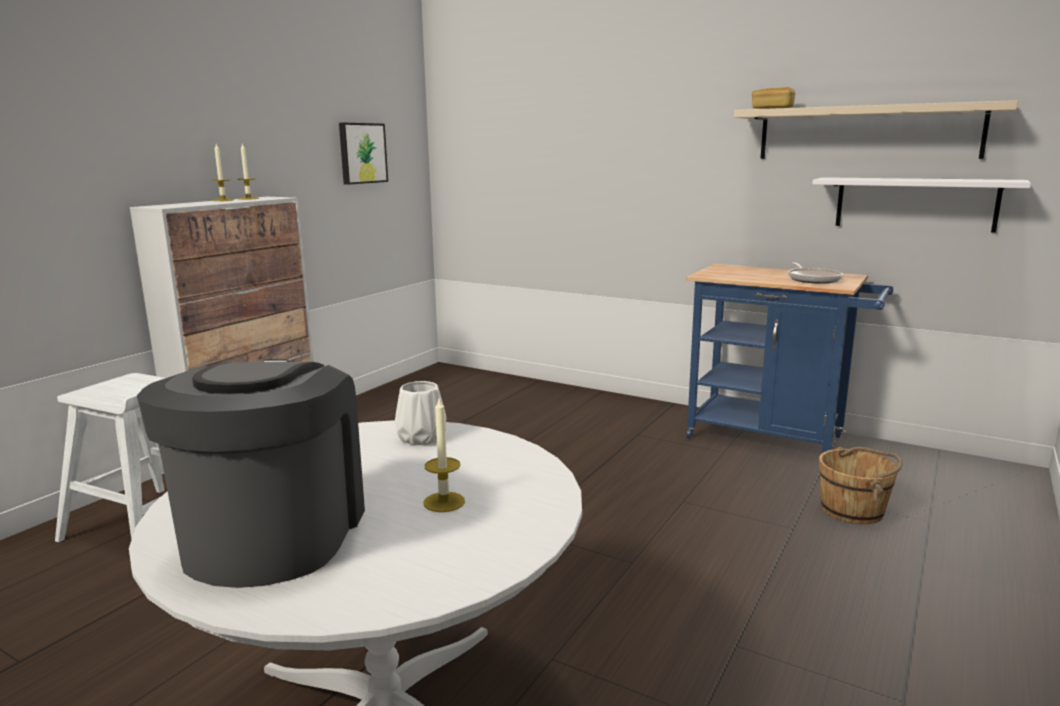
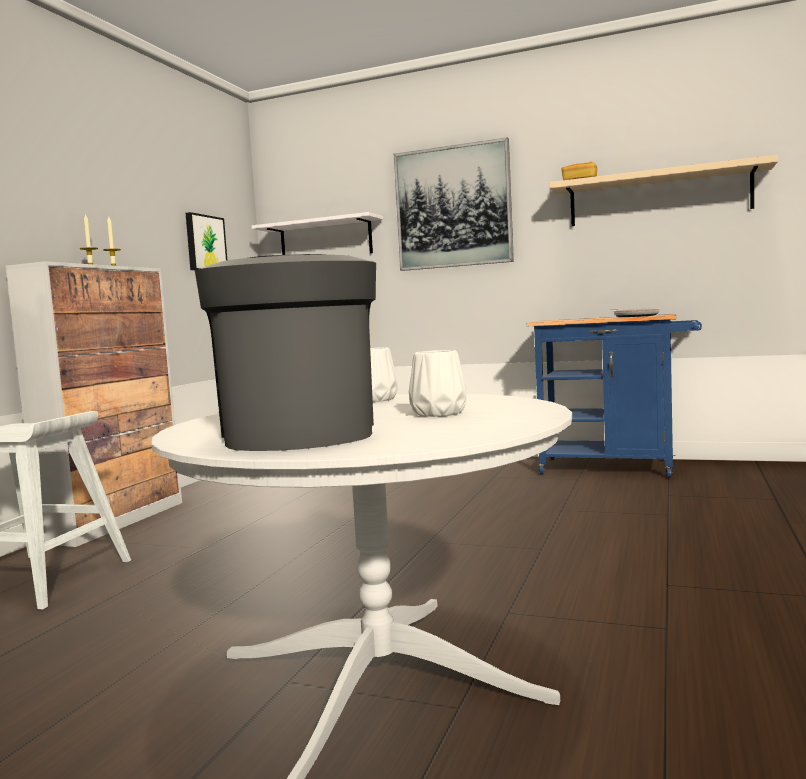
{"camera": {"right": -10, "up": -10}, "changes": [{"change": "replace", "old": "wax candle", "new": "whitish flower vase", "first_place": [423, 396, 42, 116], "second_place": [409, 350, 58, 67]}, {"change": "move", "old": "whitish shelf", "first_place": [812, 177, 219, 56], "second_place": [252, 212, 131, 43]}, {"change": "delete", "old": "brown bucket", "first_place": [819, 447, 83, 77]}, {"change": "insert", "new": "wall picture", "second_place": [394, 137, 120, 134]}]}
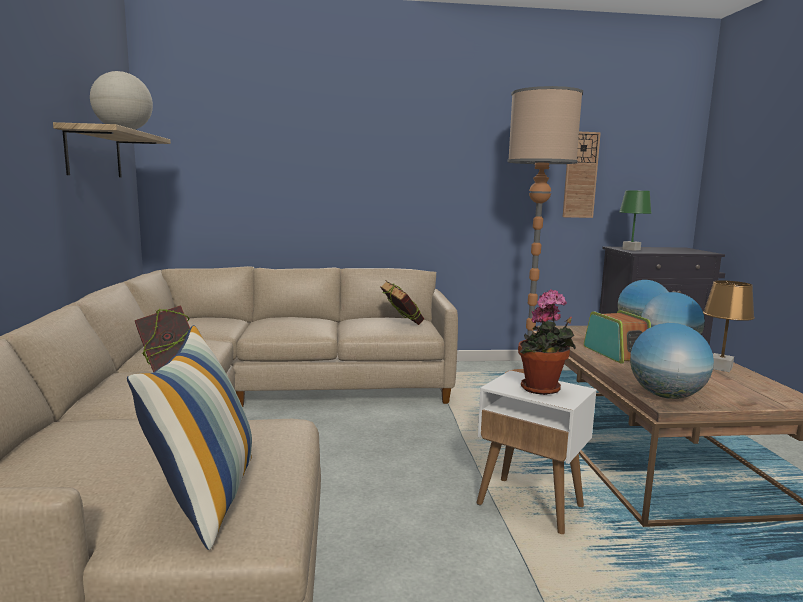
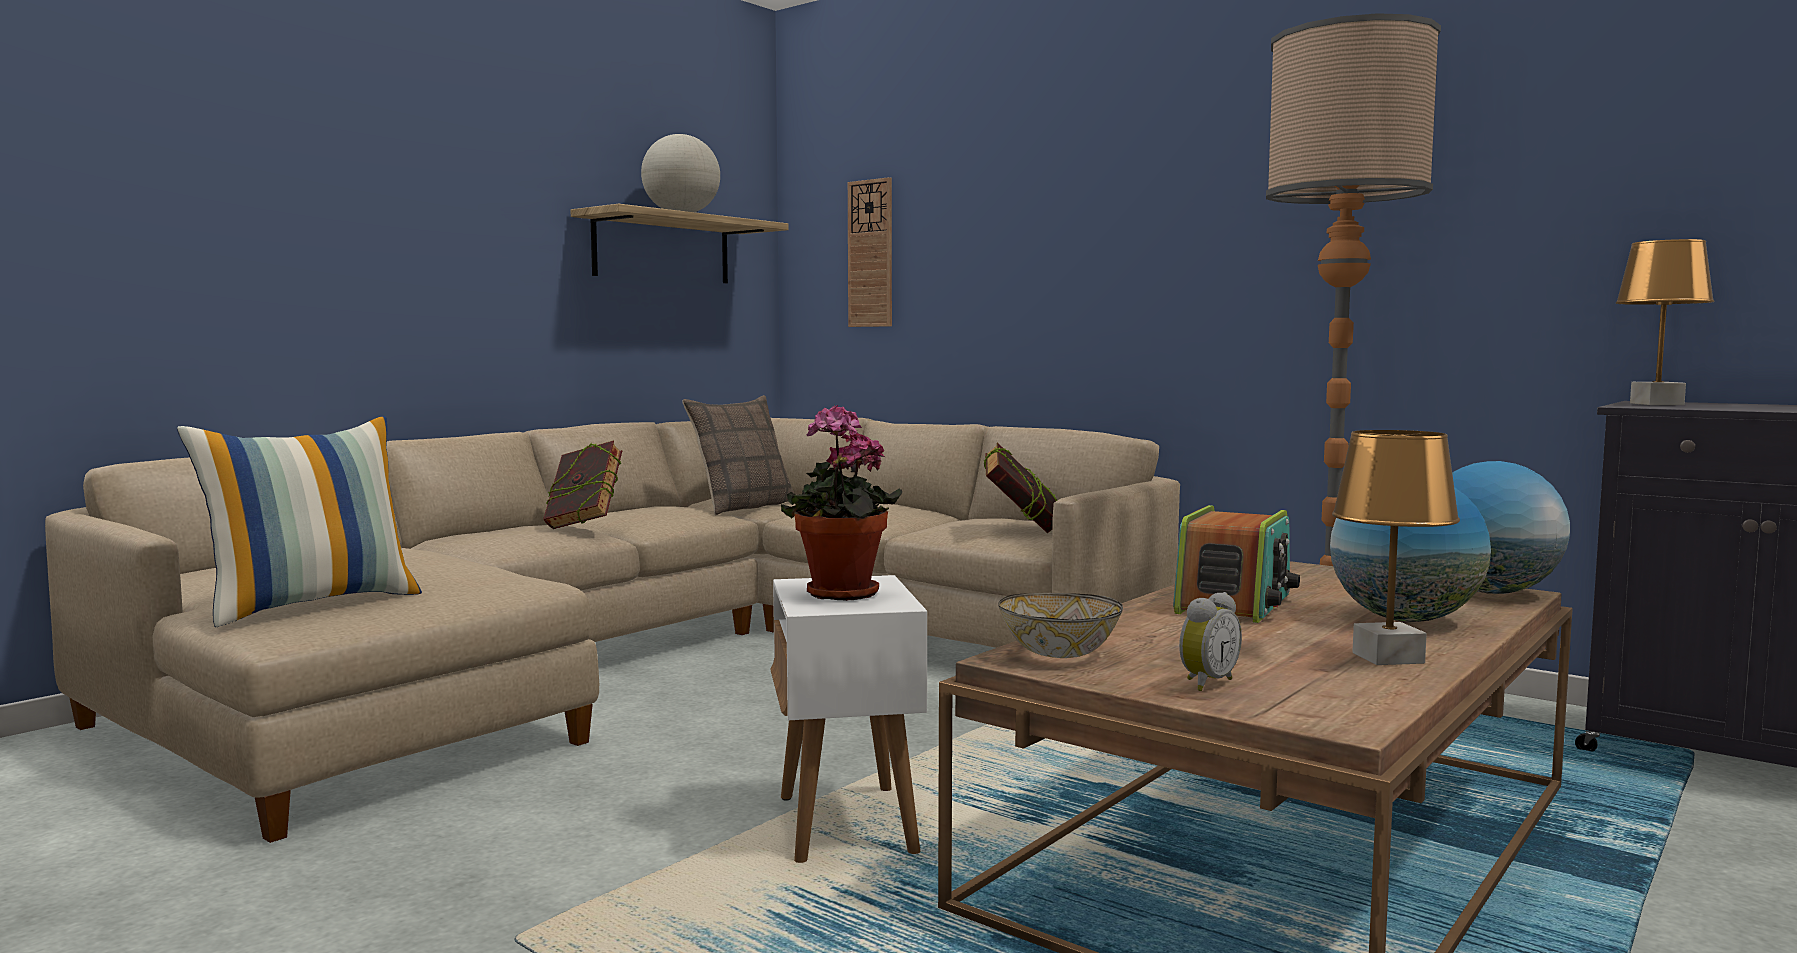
{"camera": {"right": 45, "up": -5}, "changes": [{"change": "move", "old": "wall clock", "first_place": [563, 132, 38, 86], "second_place": [848, 177, 44, 150]}, {"change": "recolor", "old": "greenish table lamp", "new": "brown table lamp", "first_place": [619, 190, 32, 61], "second_place": [1616, 239, 98, 166]}, {"change": "replace", "old": "desk globe", "new": "serving bowl", "first_place": [630, 323, 84, 76], "second_place": [998, 593, 125, 65]}, {"change": "insert", "new": "pillow", "second_place": [682, 395, 112, 120]}, {"change": "insert", "new": "alarm clock", "second_place": [1179, 592, 63, 99]}]}
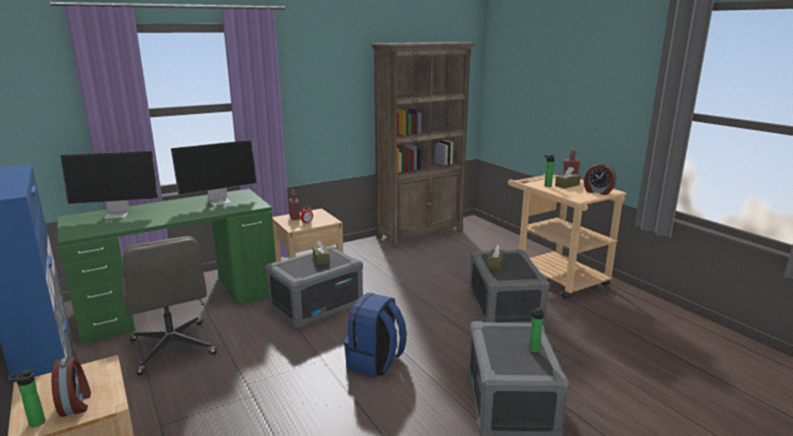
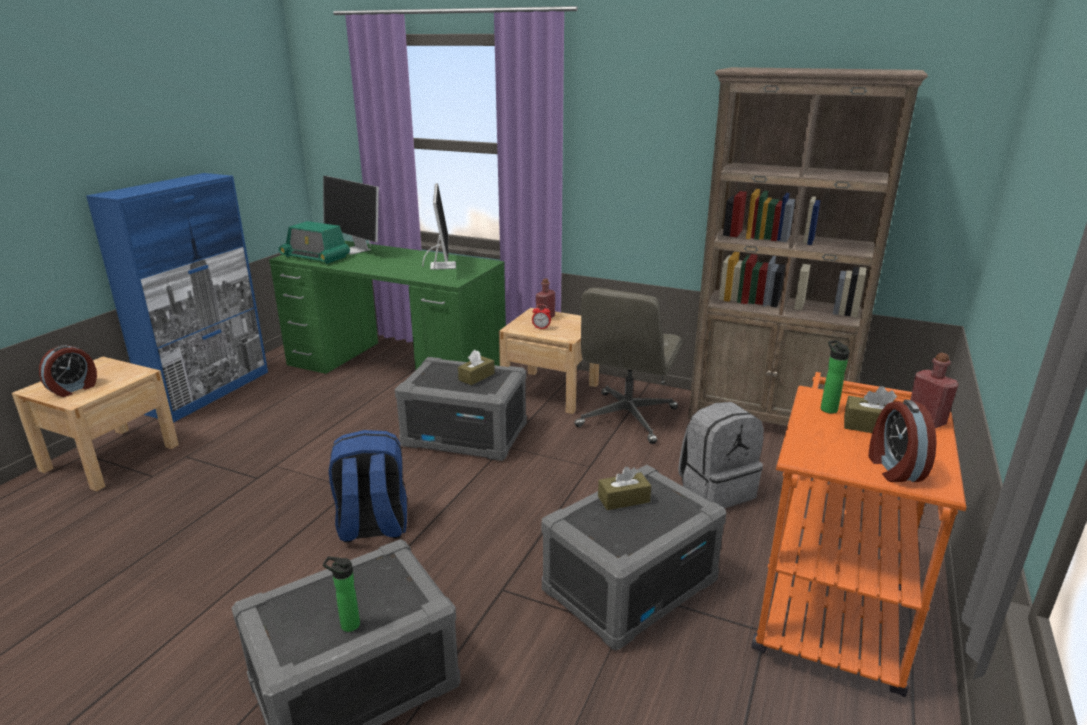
{"camera": {"right": 55, "up": 5}, "changes": [{"change": "delete", "old": "beverage bottle", "first_place": [8, 369, 37, 58]}, {"change": "move", "old": "grey computer chair", "first_place": [120, 236, 97, 139], "second_place": [574, 288, 108, 156]}, {"change": "rotate", "old": "computer screen", "first_place": [171, 140, 86, 66], "second_place": [422, 183, 34, 87], "degrees": -120}, {"change": "recolor", "old": "sand-coloured cart", "new": "orange cart", "first_place": [508, 173, 119, 126], "second_place": [751, 372, 216, 325]}, {"change": "insert", "new": "radio", "second_place": [279, 221, 71, 43]}, {"change": "insert", "new": "grey backpack", "second_place": [678, 402, 86, 106]}]}
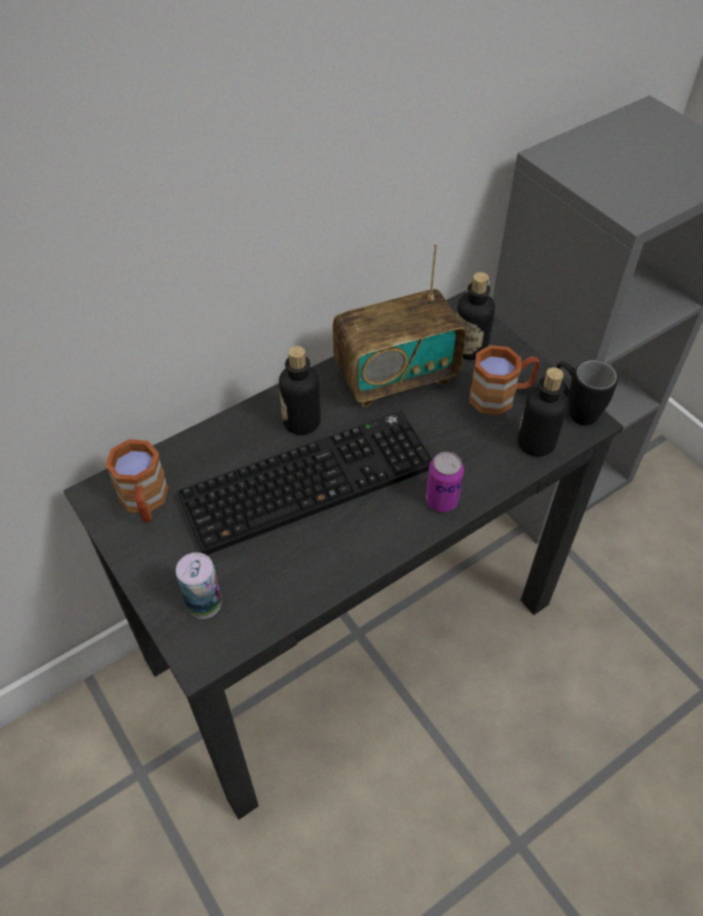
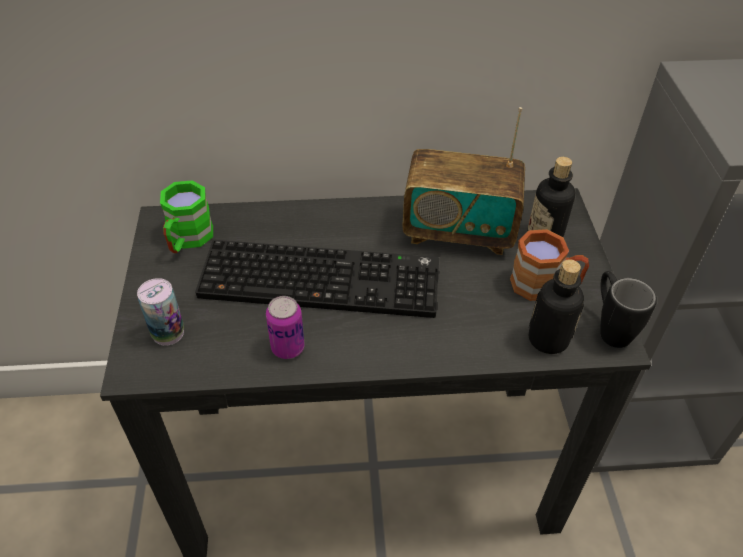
{"camera": {"right": 30, "up": -5}, "changes": [{"change": "recolor", "old": "brown tea mug", "new": "greenish tea mug", "first_place": [105, 439, 64, 84], "second_place": [160, 181, 53, 72]}, {"change": "delete", "old": "beverage bottle", "first_place": [279, 346, 42, 89]}, {"change": "move", "old": "can", "first_place": [426, 452, 38, 60], "second_place": [266, 296, 39, 63]}]}
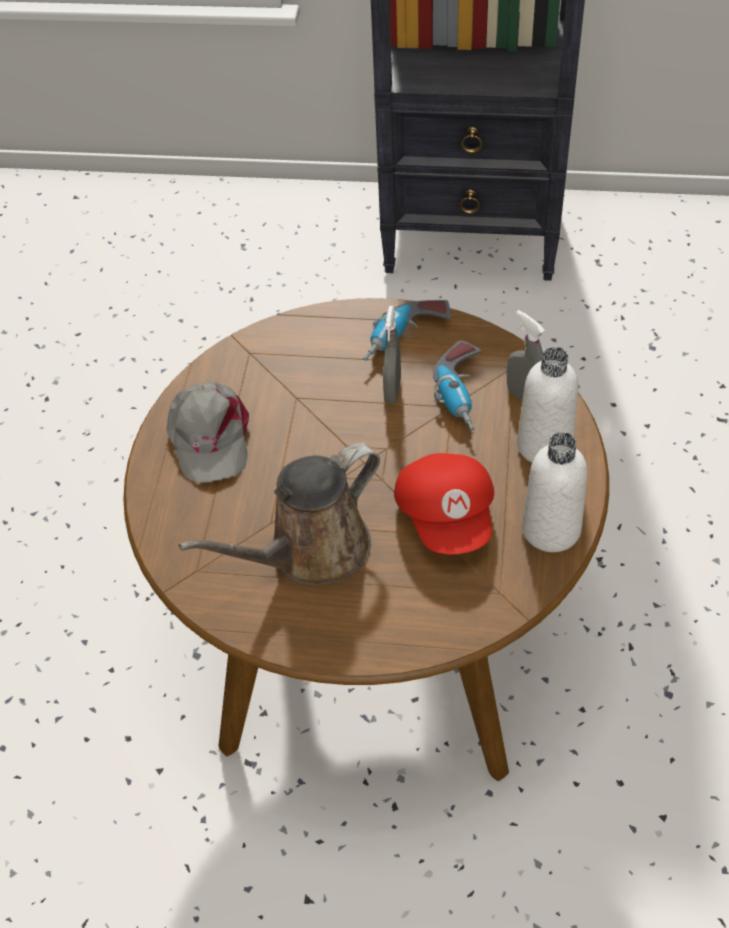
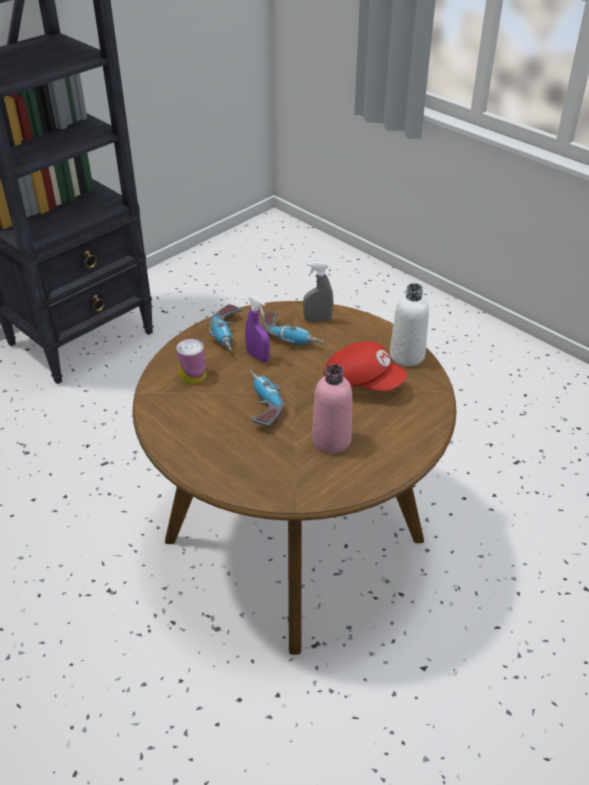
{"camera": {"right": -55, "up": -10}, "changes": [{"change": "delete", "old": "grey cap", "first_place": [166, 382, 83, 101]}, {"change": "replace", "old": "brown watering can", "new": "pink beverage bottle", "first_place": [179, 443, 201, 142], "second_place": [312, 364, 40, 90]}, {"change": "recolor", "old": "grey spray bottle", "new": "purplish spray bottle", "first_place": [383, 306, 18, 98], "second_place": [245, 296, 25, 66]}, {"change": "delete", "old": "whitish beverage bottle", "first_place": [517, 347, 62, 116]}, {"change": "insert", "new": "can", "second_place": [176, 339, 31, 45]}, {"change": "insert", "new": "drill", "second_place": [250, 370, 34, 56]}]}
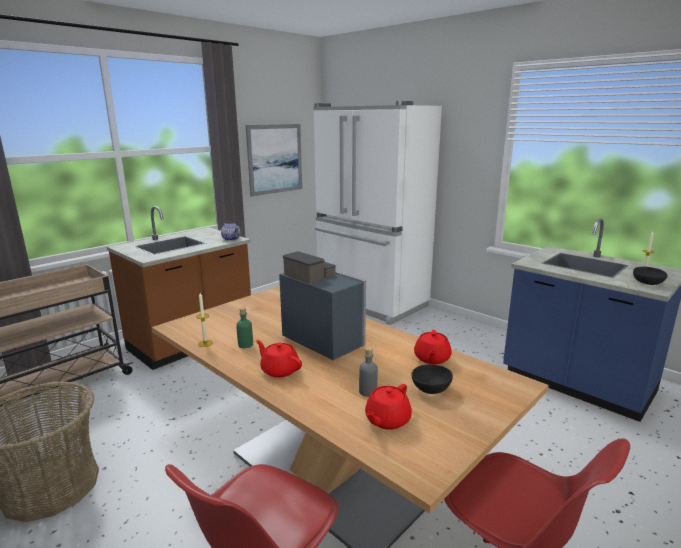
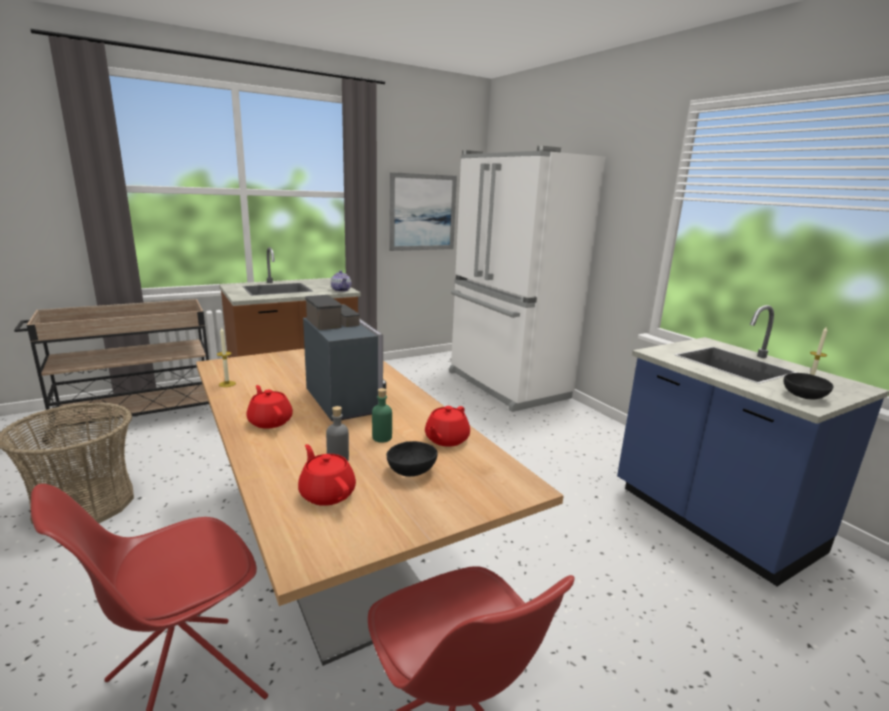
{"camera": {"right": 15, "up": 0}, "changes": [{"change": "move", "old": "greenish beverage bottle", "first_place": [236, 307, 17, 41], "second_place": [372, 388, 20, 54]}, {"change": "rotate", "old": "reddish teapot", "first_place": [365, 384, 47, 46], "second_place": [298, 444, 58, 62], "degrees": 90}]}
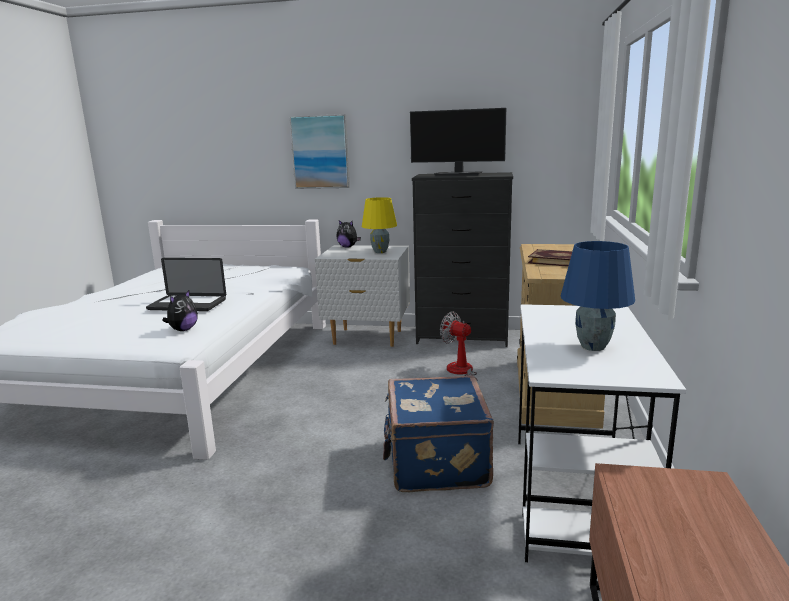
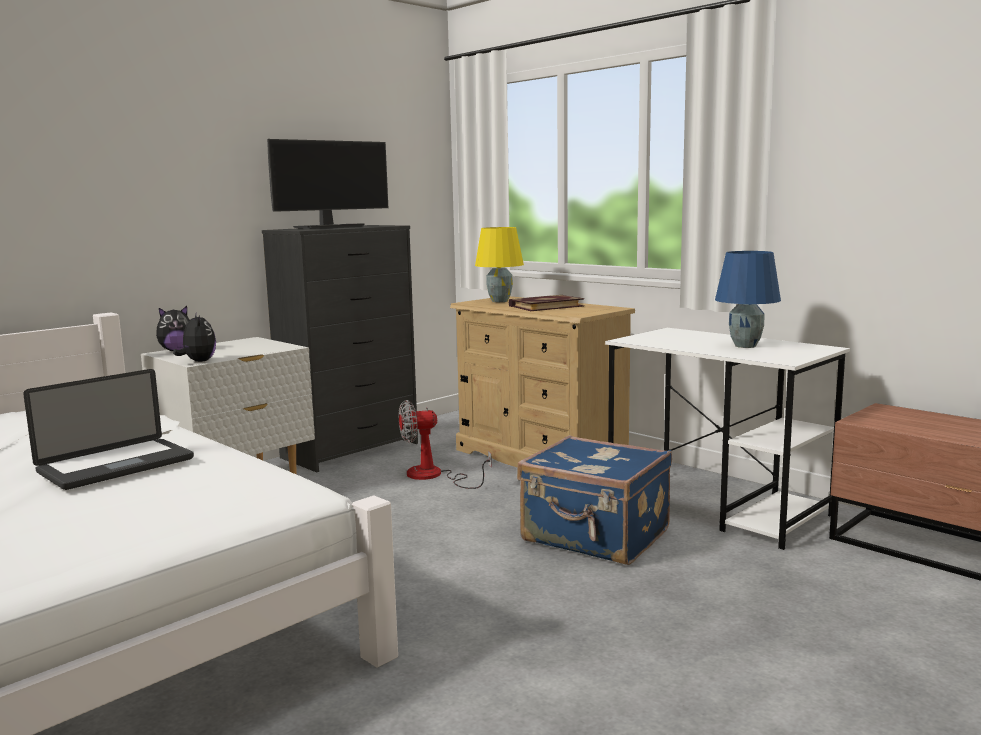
{"camera": {"right": -55, "up": -5}, "changes": [{"change": "move", "old": "plush toy", "first_place": [162, 290, 36, 41], "second_place": [173, 314, 43, 48]}, {"change": "delete", "old": "wall picture", "first_place": [289, 114, 61, 75]}, {"change": "move", "old": "yellowish table lamp", "first_place": [362, 197, 35, 56], "second_place": [475, 227, 49, 75]}]}
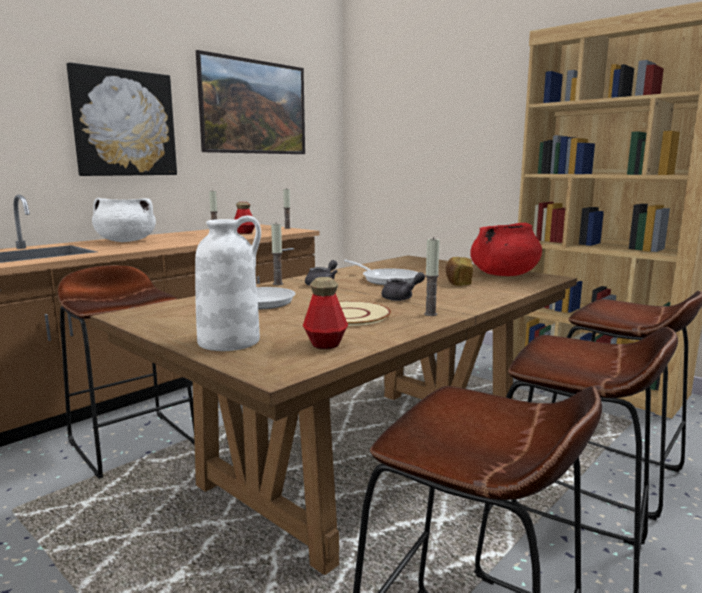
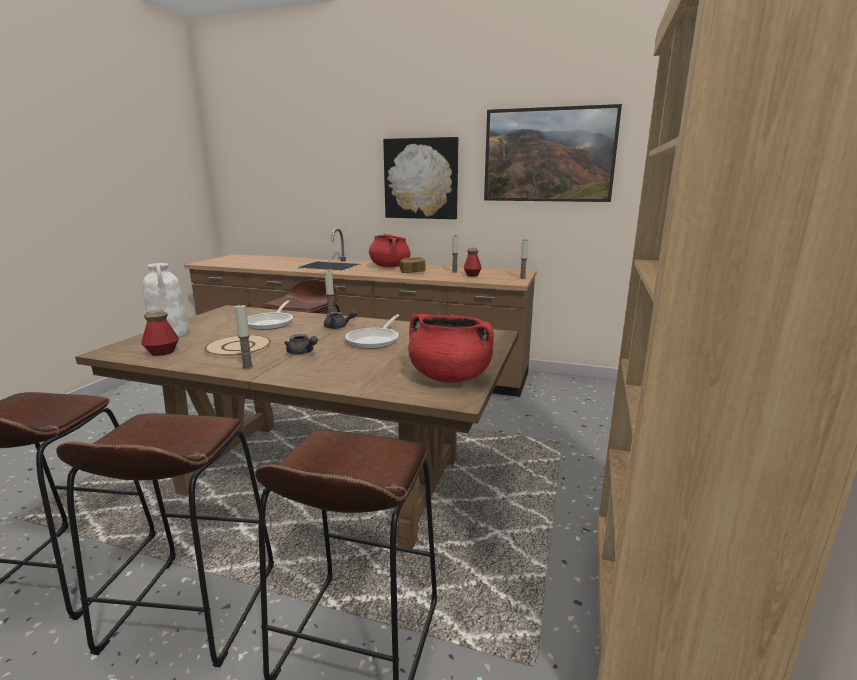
{"camera": {"right": 65, "up": 5}, "changes": [{"change": "recolor", "old": "whitish cooking pot", "new": "reddish cooking pot", "first_place": [92, 198, 64, 44], "second_place": [369, 234, 42, 33]}, {"change": "move", "old": "bakery bread", "first_place": [446, 257, 27, 29], "second_place": [399, 257, 27, 16]}]}
